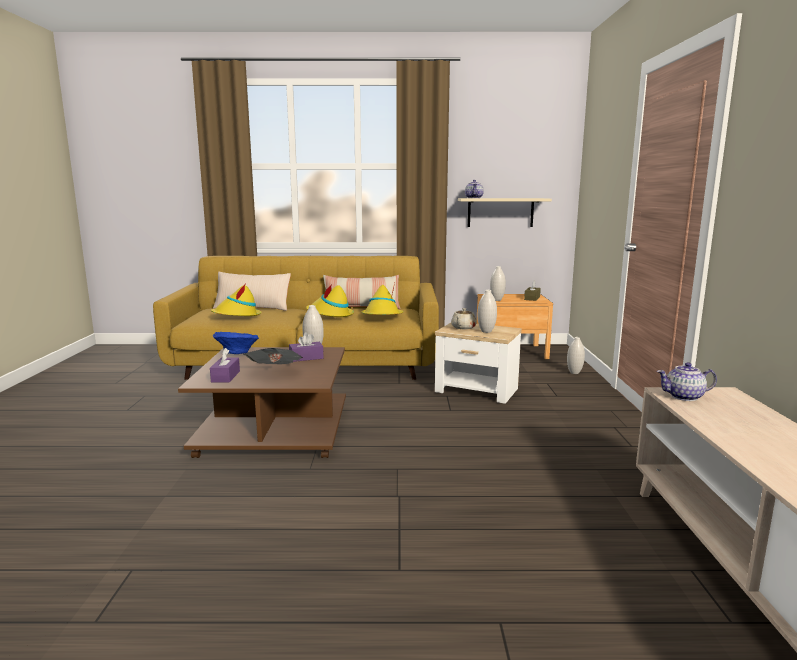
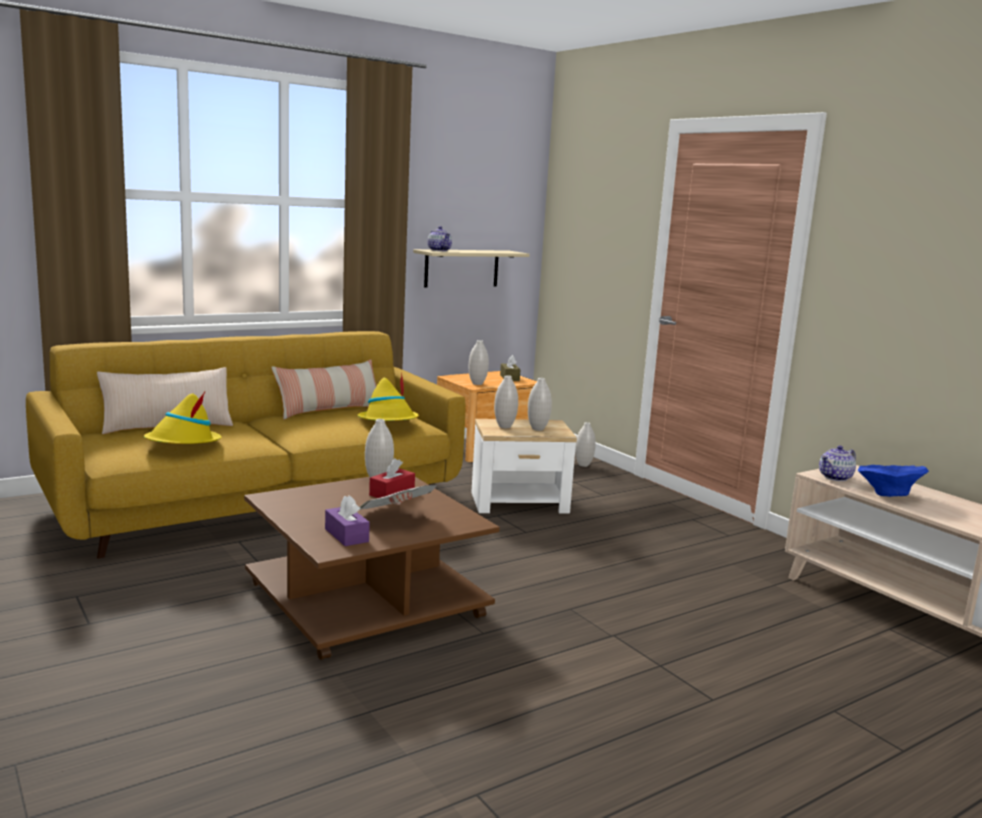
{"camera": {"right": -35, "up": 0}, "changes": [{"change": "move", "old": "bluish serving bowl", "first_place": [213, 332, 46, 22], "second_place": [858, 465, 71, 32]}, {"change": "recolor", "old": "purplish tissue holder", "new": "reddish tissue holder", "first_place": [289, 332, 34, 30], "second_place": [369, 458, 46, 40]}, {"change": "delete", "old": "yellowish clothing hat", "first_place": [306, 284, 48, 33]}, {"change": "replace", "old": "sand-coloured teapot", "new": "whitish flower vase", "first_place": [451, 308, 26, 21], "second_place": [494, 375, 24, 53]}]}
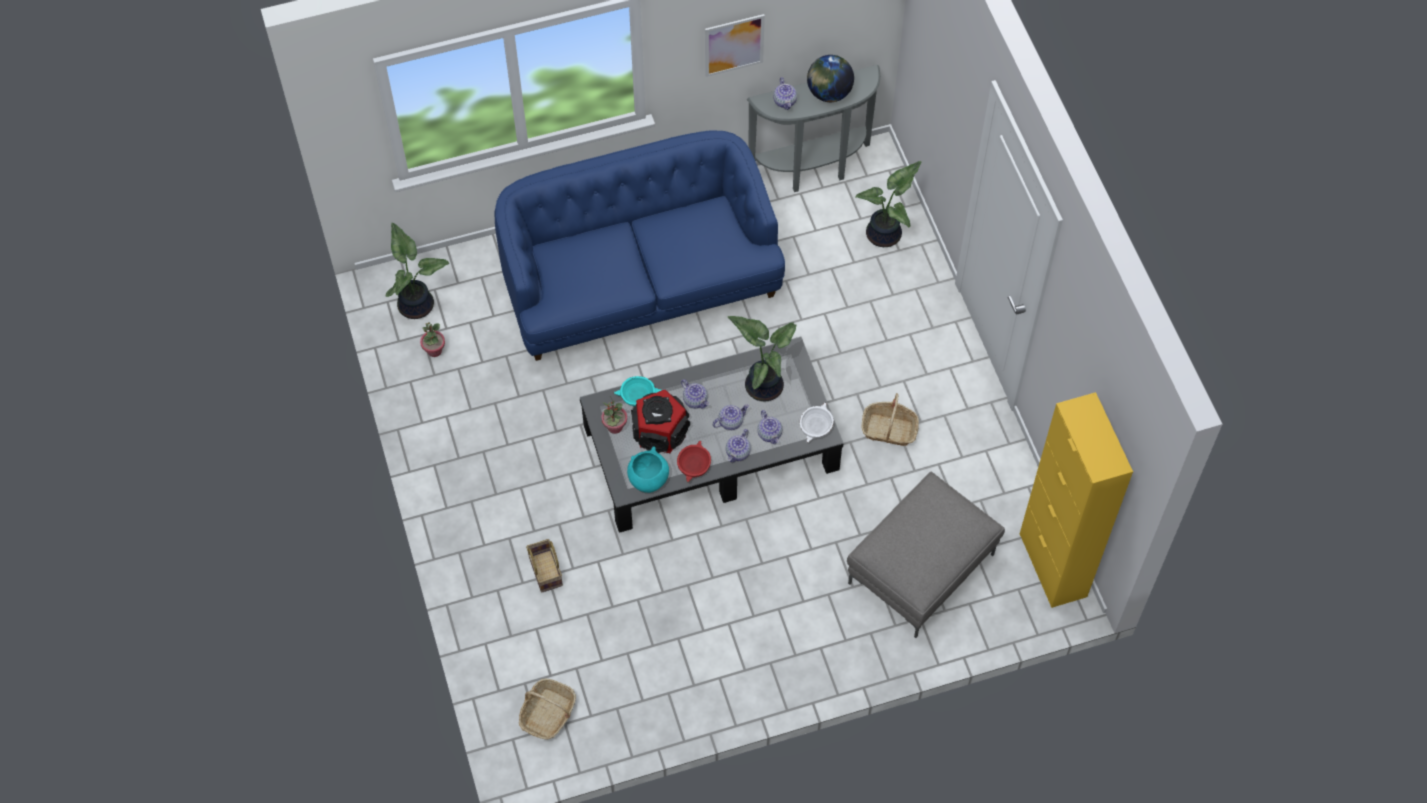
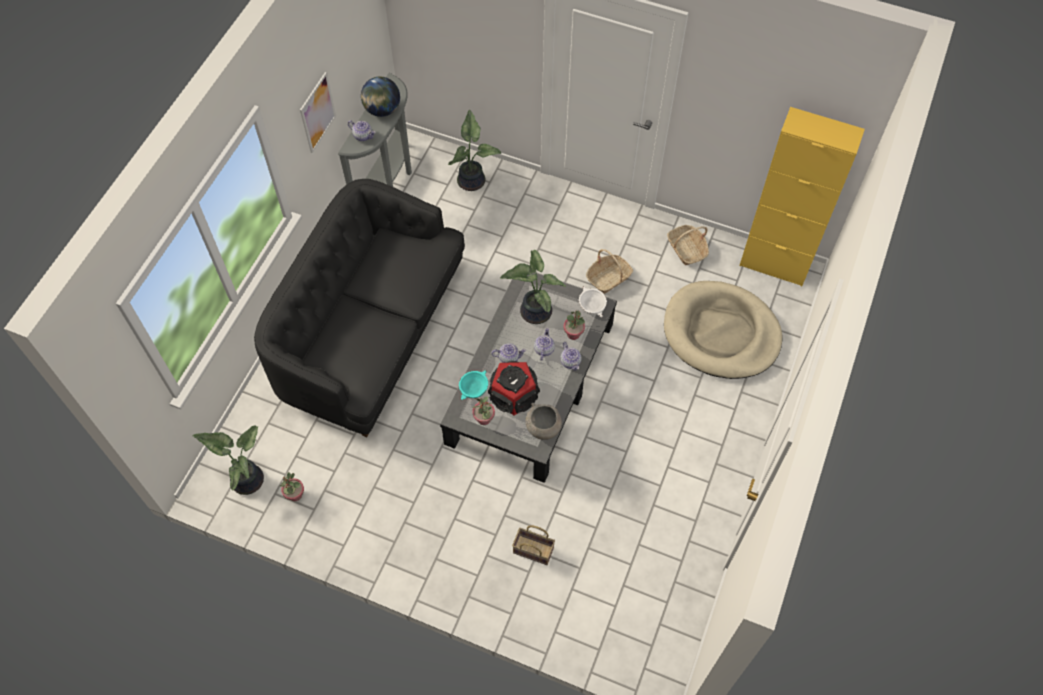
{"camera": {"right": -50, "up": 0}, "changes": [{"change": "recolor", "old": "bluish couch", "new": "black couch", "first_place": [495, 130, 290, 231], "second_place": [254, 179, 211, 258]}, {"change": "move", "old": "basket", "first_place": [519, 679, 57, 61], "second_place": [667, 225, 42, 40]}, {"change": "recolor", "old": "turquoise-coloured serving bowl", "new": "grey serving bowl", "first_place": [627, 446, 42, 47], "second_place": [526, 403, 36, 37]}, {"change": "delete", "old": "reddish serving bowl", "first_place": [677, 441, 34, 42]}, {"change": "replace", "old": "teapot", "new": "potted plant", "first_place": [757, 410, 25, 34], "second_place": [564, 310, 21, 30]}, {"change": "replace", "old": "grey ottoman", "new": "sand-coloured dog bed", "first_place": [847, 471, 158, 167], "second_place": [664, 281, 119, 98]}]}
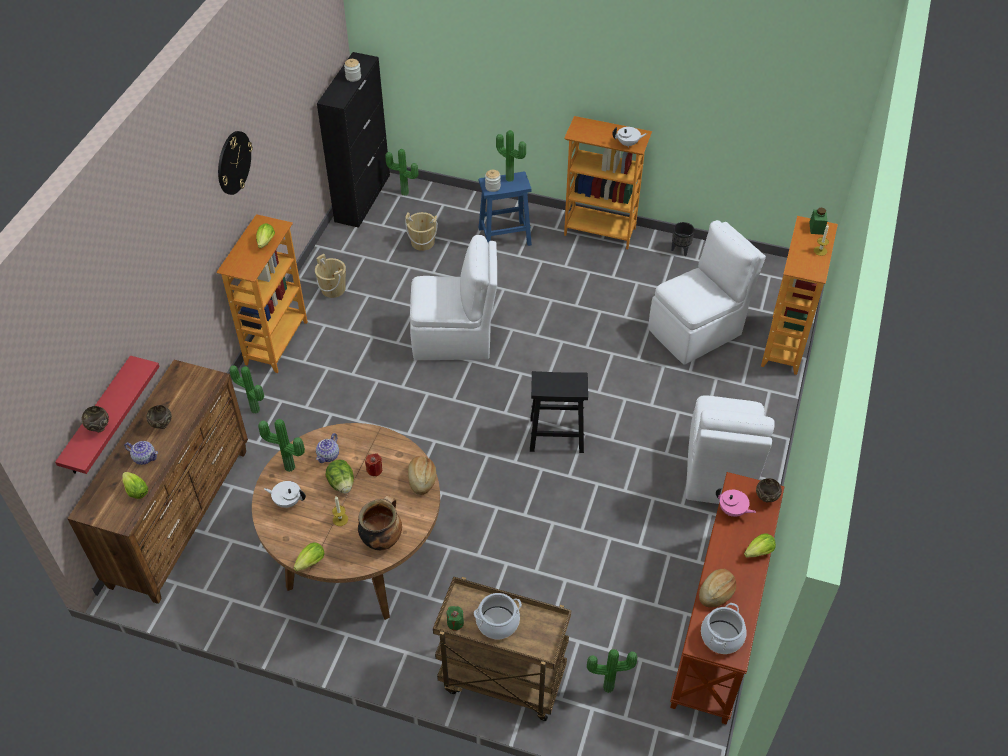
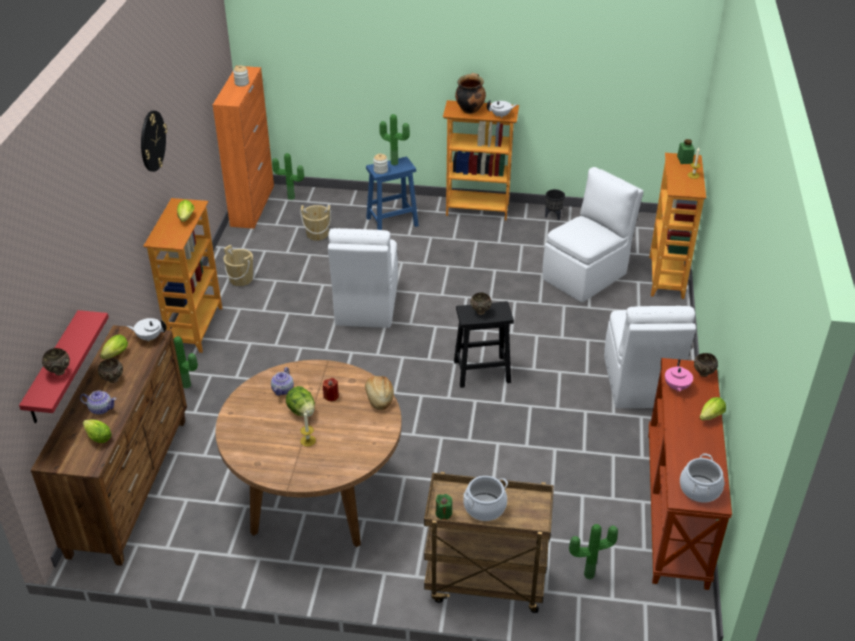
{"camera": {"right": -10, "up": -10}, "changes": [{"change": "delete", "old": "potted plant", "first_place": [258, 419, 47, 53]}, {"change": "move", "old": "whitish teapot", "first_place": [264, 481, 42, 27], "second_place": [127, 318, 40, 24]}, {"change": "move", "old": "lettuce", "first_place": [293, 542, 32, 29], "second_place": [100, 335, 28, 24]}, {"change": "recolor", "old": "black storage cabinet", "new": "orange storage cabinet", "first_place": [317, 52, 73, 176], "second_place": [213, 66, 61, 163]}, {"change": "move", "old": "cooking pot", "first_place": [358, 495, 44, 55], "second_place": [455, 73, 31, 41]}, {"change": "rotate", "old": "whitish upright chair", "first_place": [410, 235, 87, 125], "second_place": [328, 228, 70, 100], "degrees": 105}, {"change": "delete", "old": "bakery bread", "first_place": [699, 569, 37, 39]}, {"change": "rotate", "old": "pink teapot", "first_place": [716, 488, 40, 29], "second_place": [665, 359, 28, 33], "degrees": 75}, {"change": "insert", "new": "brown serving bowl", "second_place": [470, 293, 22, 22]}]}
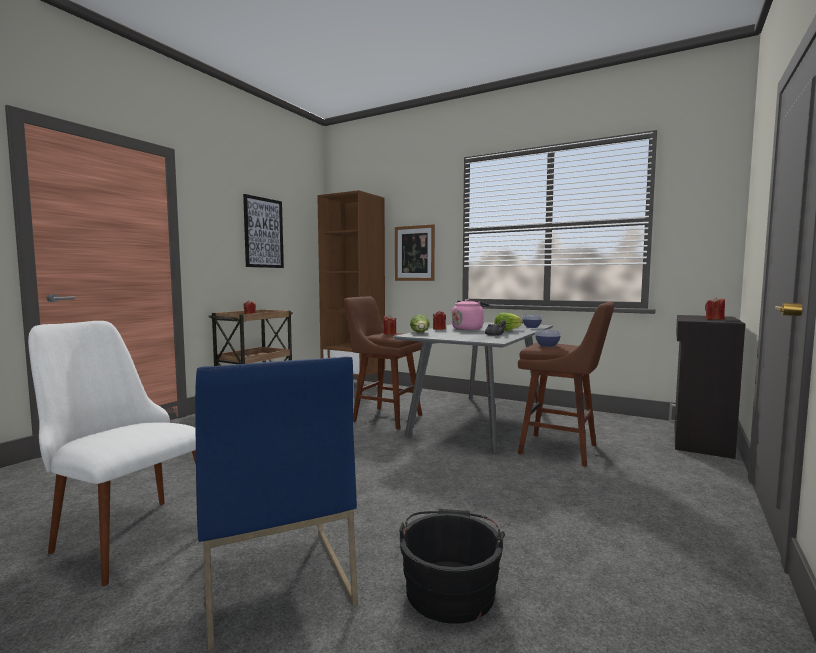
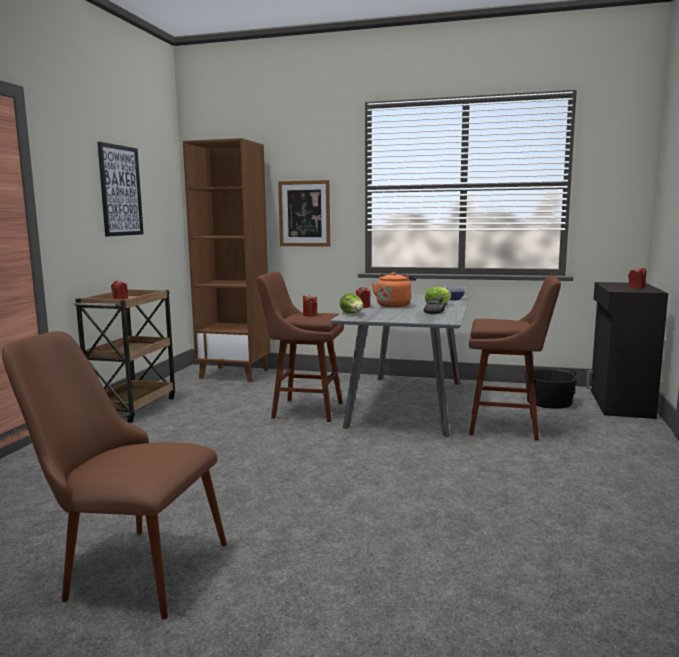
{"camera": {"right": -15, "up": 5}, "changes": [{"change": "recolor", "old": "whitish upright chair", "new": "brown upright chair", "first_place": [28, 321, 168, 265], "second_place": [2, 331, 225, 289]}, {"change": "delete", "old": "bluish upright chair", "first_place": [195, 356, 163, 295]}, {"change": "move", "old": "black bucket", "first_place": [399, 509, 106, 115], "second_place": [522, 368, 55, 41]}, {"change": "recolor", "old": "pink water kettle", "new": "orange water kettle", "first_place": [451, 299, 39, 31], "second_place": [372, 272, 44, 36]}, {"change": "delete", "old": "serving bowl", "first_place": [535, 330, 26, 17]}]}
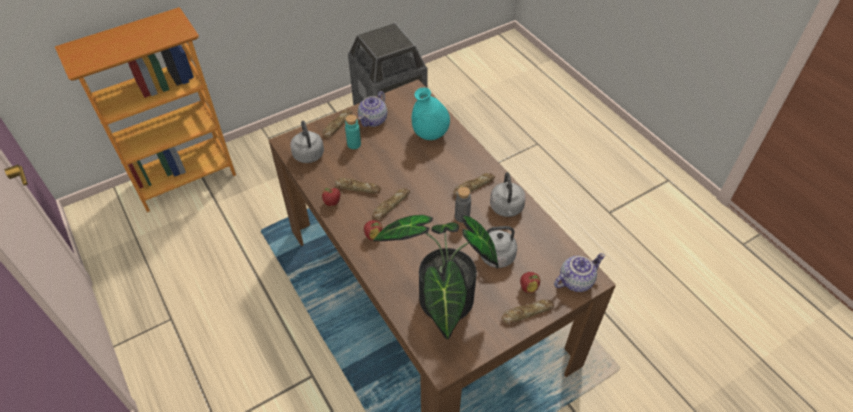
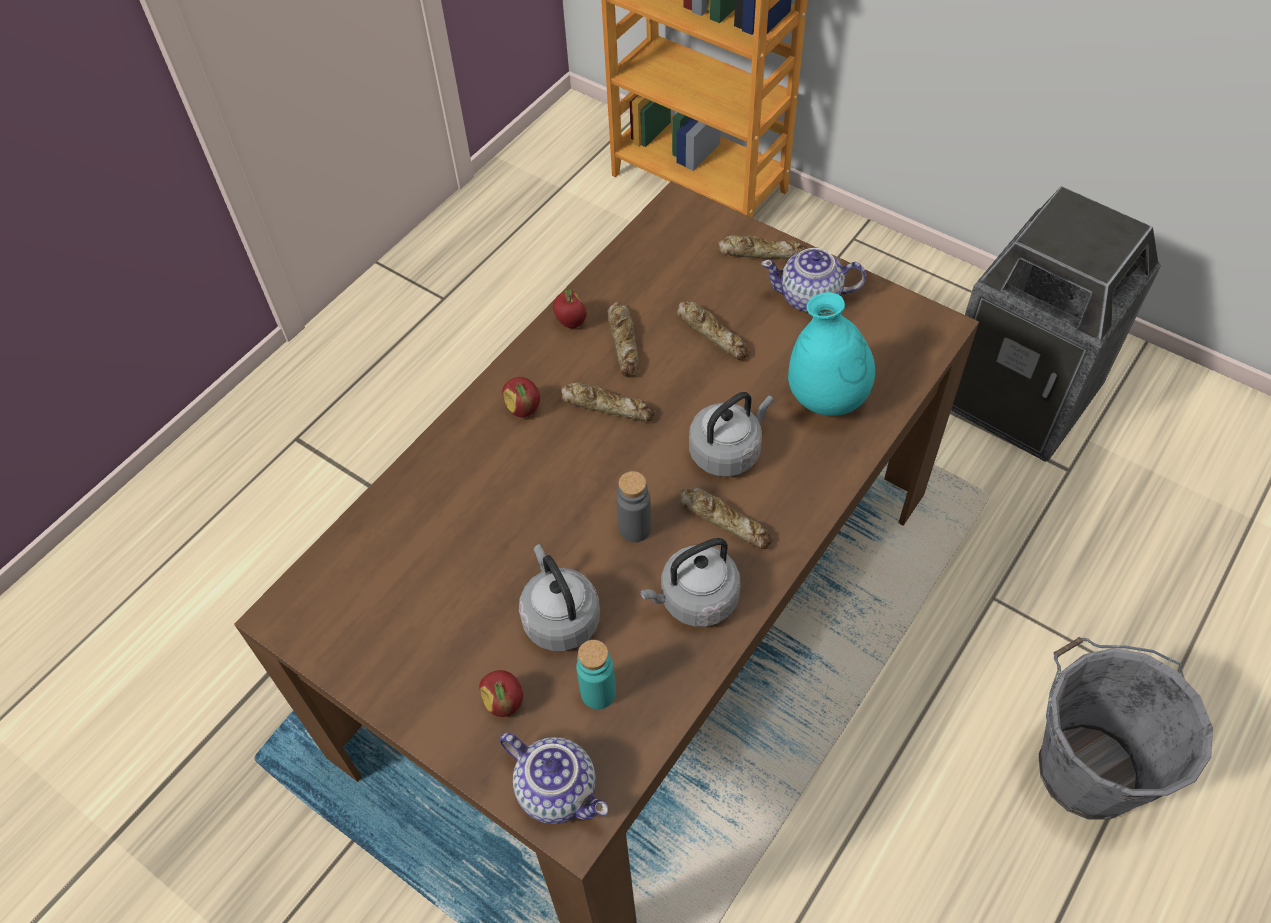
{"camera": {"right": 70, "up": 5}, "changes": [{"change": "move", "old": "grey water kettle", "first_place": [290, 121, 34, 42], "second_place": [689, 392, 85, 85]}, {"change": "move", "old": "turquoise-coloured beverage bottle", "first_place": [345, 114, 16, 35], "second_place": [576, 640, 40, 69]}, {"change": "delete", "old": "potted plant", "first_place": [373, 215, 125, 125]}, {"change": "move", "old": "bakery bread", "first_place": [502, 299, 52, 25], "second_place": [677, 301, 73, 60]}, {"change": "insert", "new": "grey bucket", "second_place": [1039, 637, 174, 182]}]}
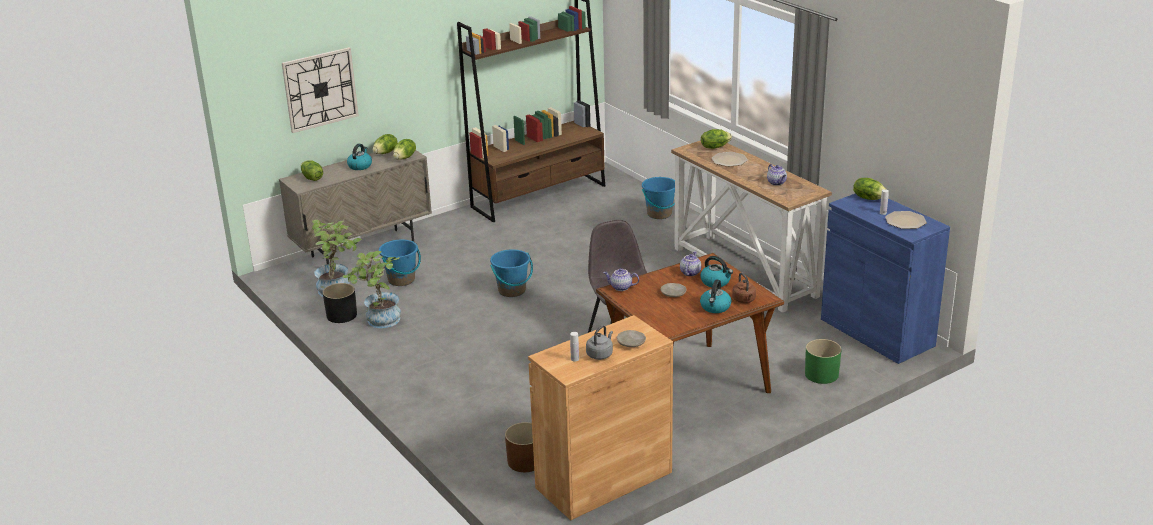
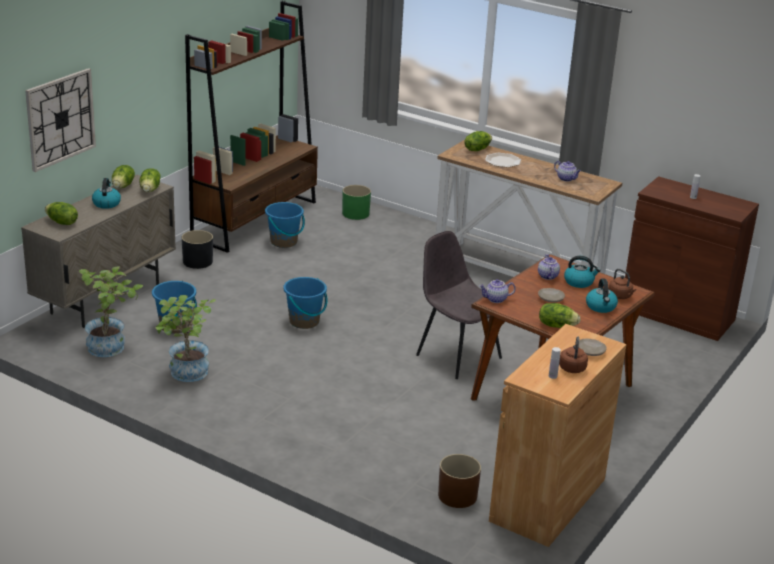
{"camera": {"right": -25, "up": 0}, "changes": [{"change": "move", "old": "black plant pot", "first_place": [323, 283, 34, 40], "second_place": [182, 230, 31, 39]}, {"change": "recolor", "old": "grey water kettle", "new": "brown water kettle", "first_place": [586, 325, 27, 35], "second_place": [559, 336, 29, 37]}, {"change": "move", "old": "bluish bucket", "first_place": [642, 177, 33, 42], "second_place": [265, 202, 40, 46]}, {"change": "move", "old": "greenish plant pot", "first_place": [805, 339, 37, 45], "second_place": [342, 185, 29, 35]}, {"change": "recolor", "old": "bluish storage cabinet", "new": "brown storage cabinet", "first_place": [821, 194, 129, 170], "second_place": [625, 176, 134, 165]}, {"change": "move", "old": "lettuce", "first_place": [853, 178, 34, 22], "second_place": [539, 303, 41, 25]}, {"change": "delete", "old": "dinner plate", "first_place": [885, 211, 42, 18]}]}
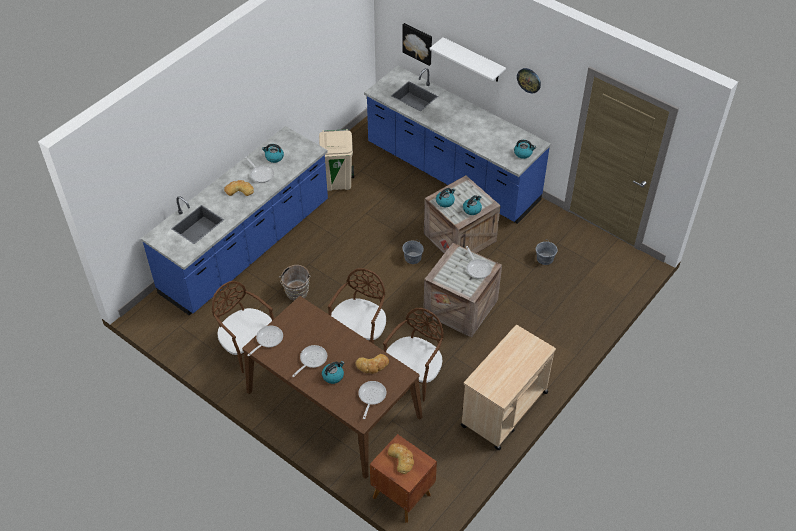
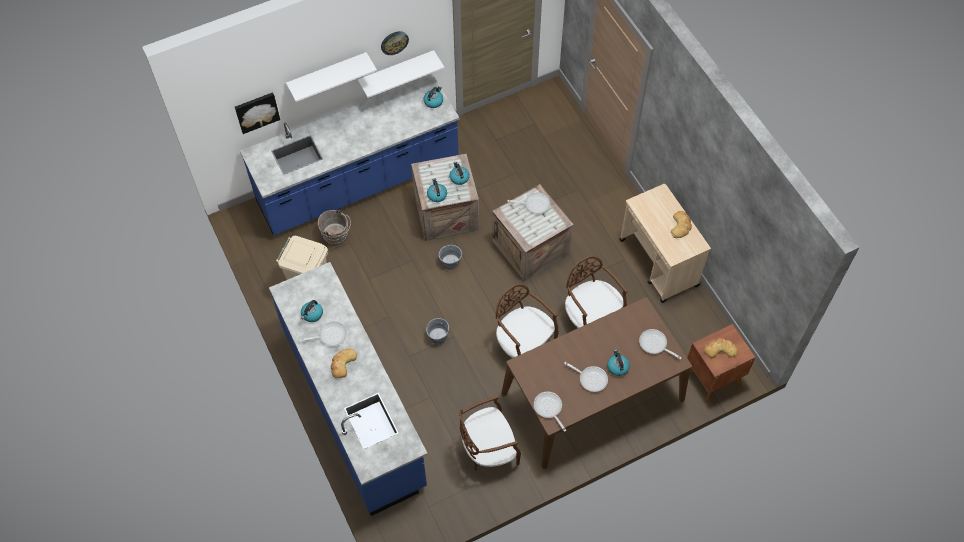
{"camera": {"right": -65, "up": 10}, "changes": [{"change": "move", "old": "brown bucket", "first_place": [279, 265, 32, 36], "second_place": [318, 210, 33, 36]}, {"change": "rotate", "old": "skillet", "first_place": [292, 345, 35, 32], "second_place": [564, 362, 44, 30], "degrees": 150}, {"change": "move", "old": "bakery bread", "first_place": [356, 354, 33, 20], "second_place": [671, 211, 21, 27]}, {"change": "move", "old": "grey bucket", "first_place": [536, 241, 22, 24], "second_place": [426, 318, 23, 26]}, {"change": "insert", "new": "whitish shelf", "second_place": [358, 50, 86, 48]}]}
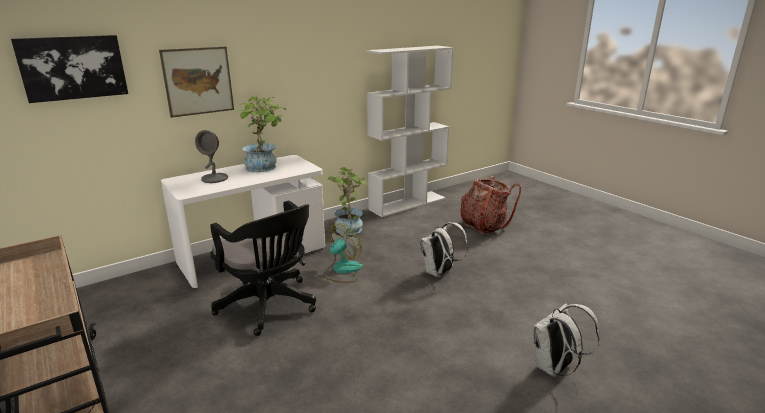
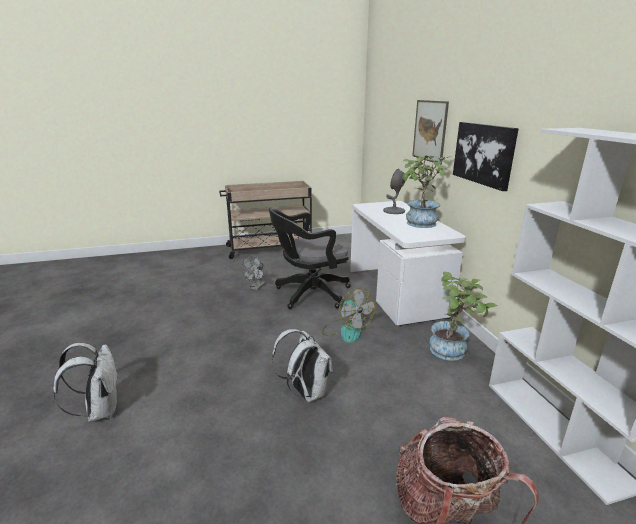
{"camera": {"right": 110, "up": 0}, "changes": [{"change": "move", "old": "wall picture", "first_place": [11, 35, 117, 68], "second_place": [453, 122, 66, 69]}, {"change": "insert", "new": "grey electric fan", "second_place": [241, 256, 25, 34]}]}
